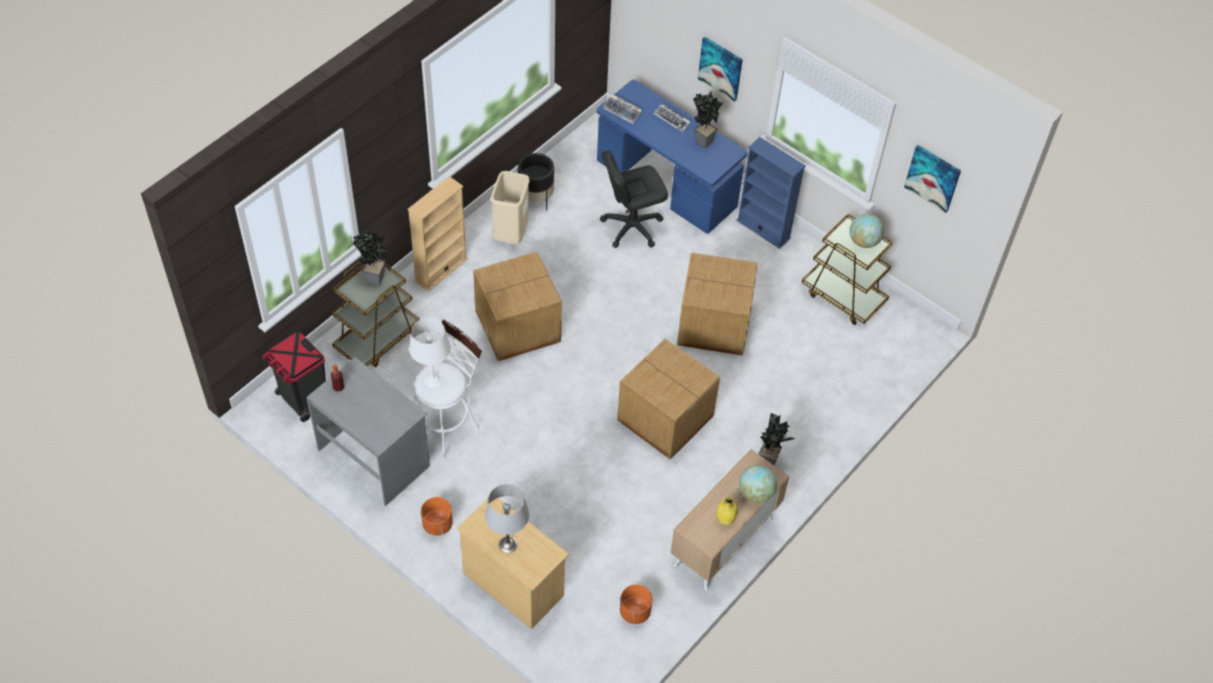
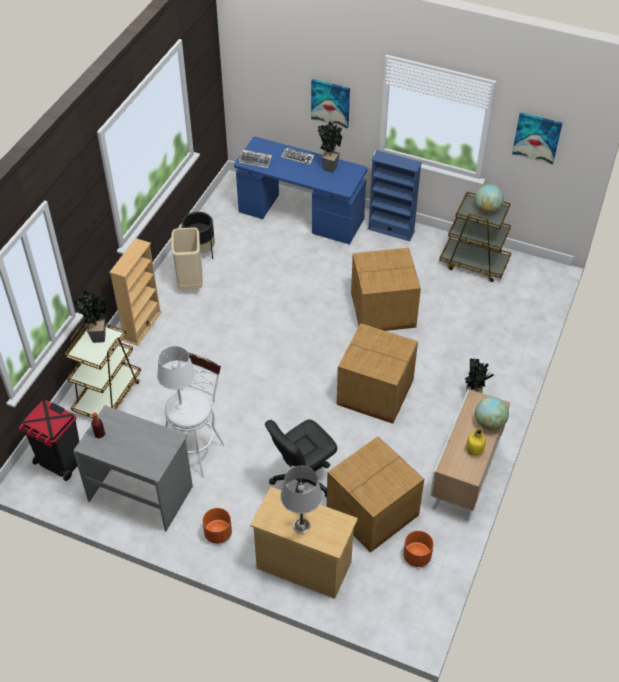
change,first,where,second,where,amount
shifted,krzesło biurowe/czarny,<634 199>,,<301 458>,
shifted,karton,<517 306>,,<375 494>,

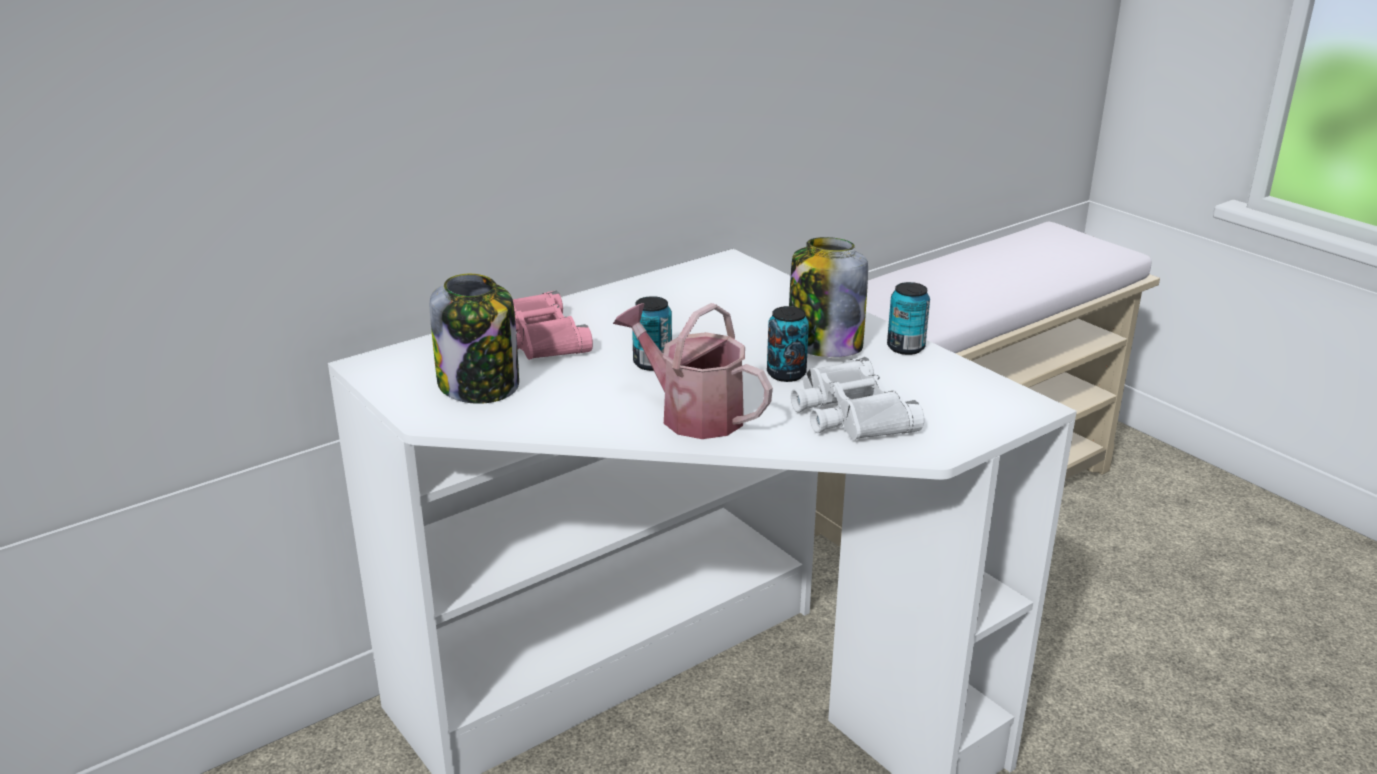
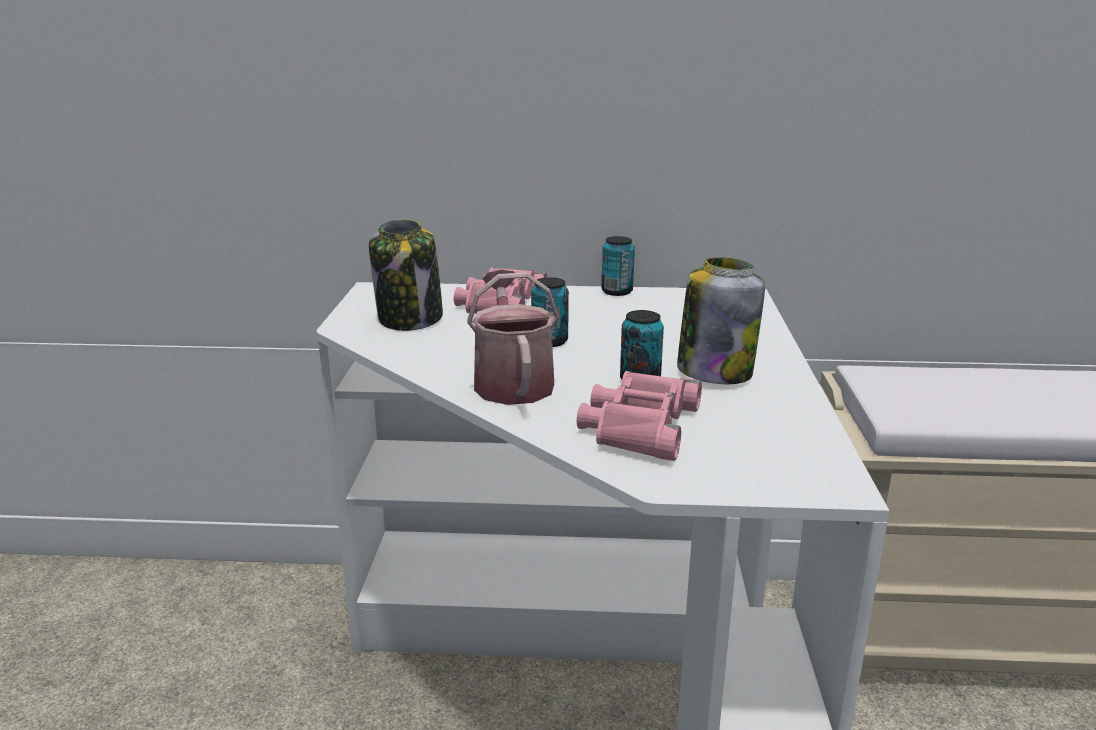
change,first,where,second,where,amount
shifted,puszka,<908 318>,,<618 266>,
repainted,lornetka/biały,<857 398>,lornetka/różowy,<639 416>,

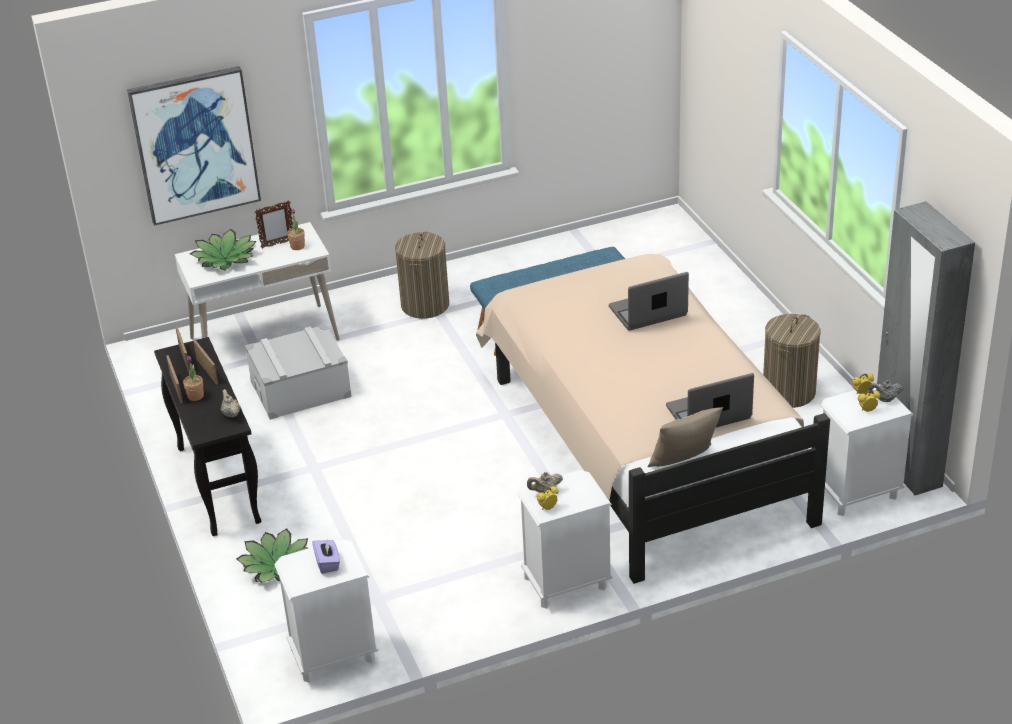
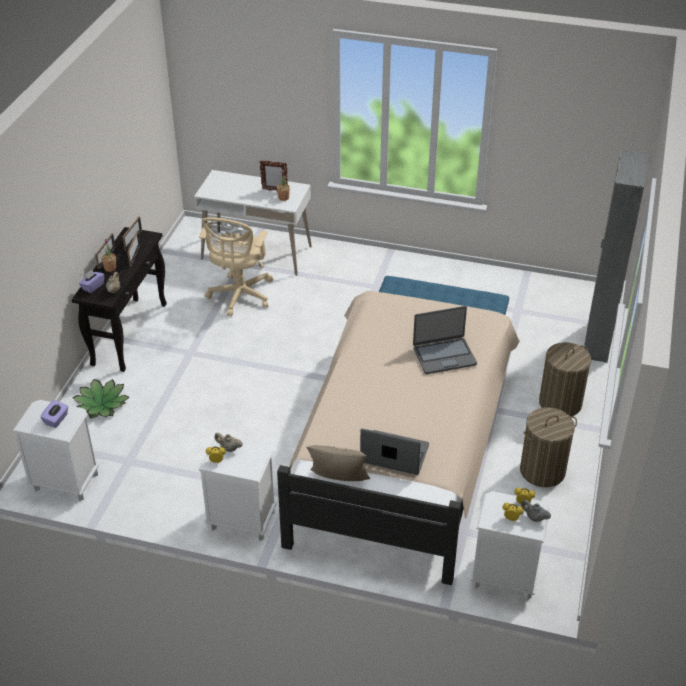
change,first,where,second,where,amount
gone,obraz,<194 146>,,,
shifted,szafa/szary,<926 348>,,<616 256>,
gone,roślina doniczkowa,<223 249>,,,
shifted,kosz na pranie,<422 275>,,<565 379>,
rotated,laptop,<649 301>,,<445 340>,150 degrees clockwise
swapped,pojemnik do przechowywania/szary,<298 372>,krzesło biurowe/beżowy,<236 266>,
new,,,pudełko chusteczek/fioletowy,<91 281>,

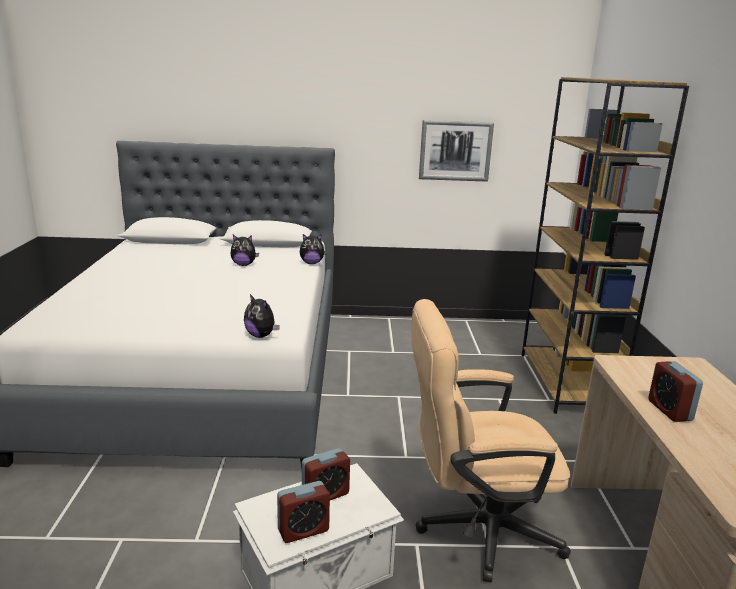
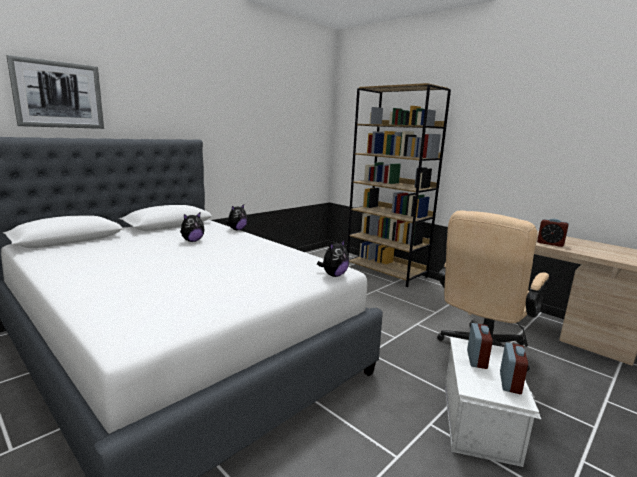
change,first,where,second,where,amount
shifted,obraz,<456 151>,,<55 92>,
rotated,pluszak,<262 316>,,<333 258>,45 degrees counterclockwise

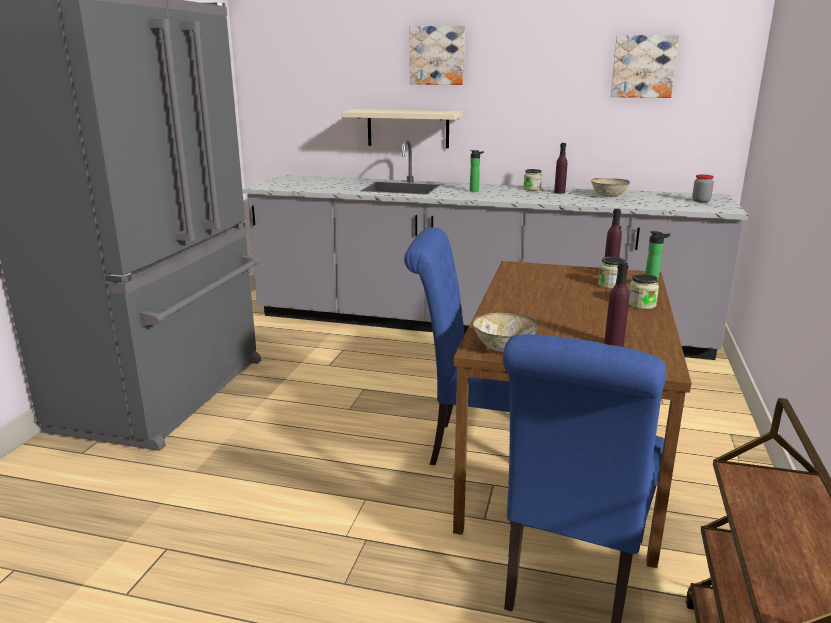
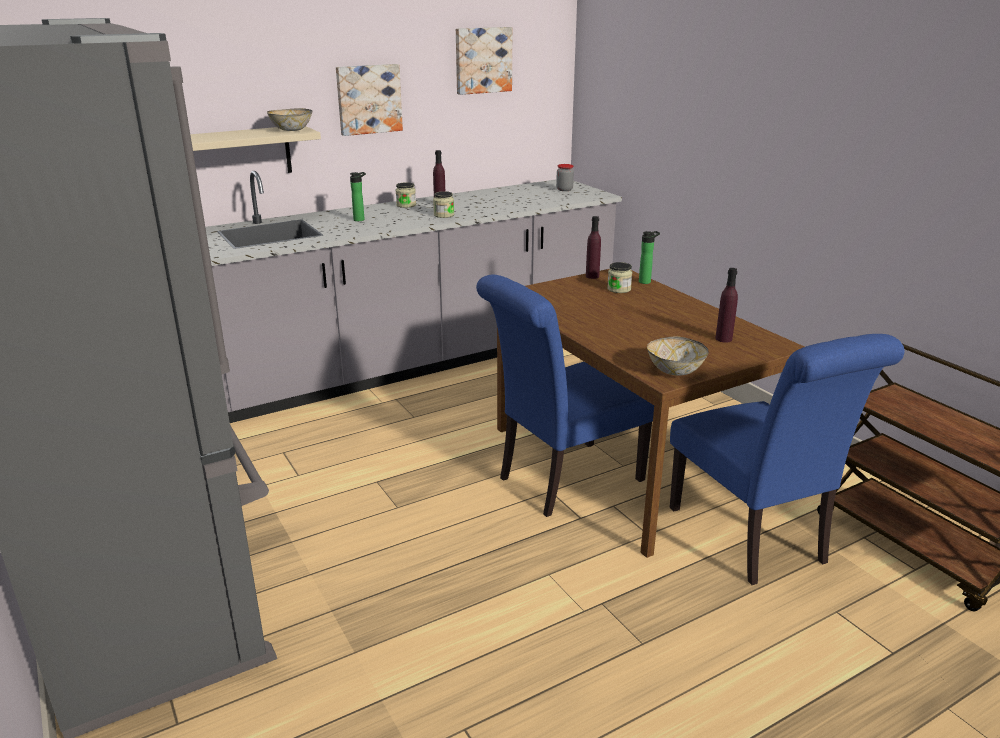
change,first,where,second,where,amount
shifted,obraz,<437 55>,,<369 100>,
shifted,miska,<610 187>,,<289 119>,
shifted,słoik,<644 291>,,<443 204>,

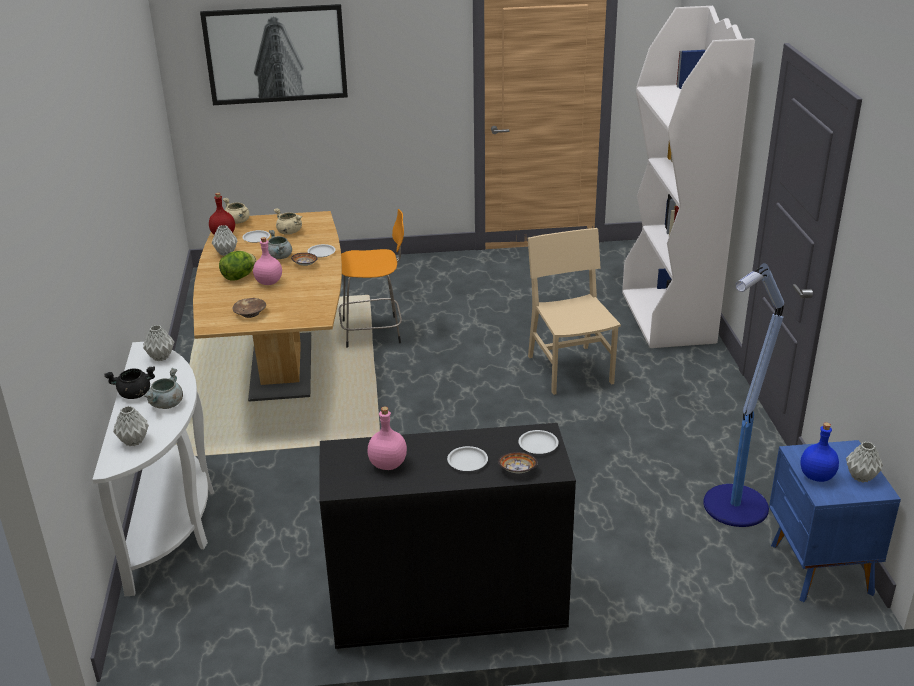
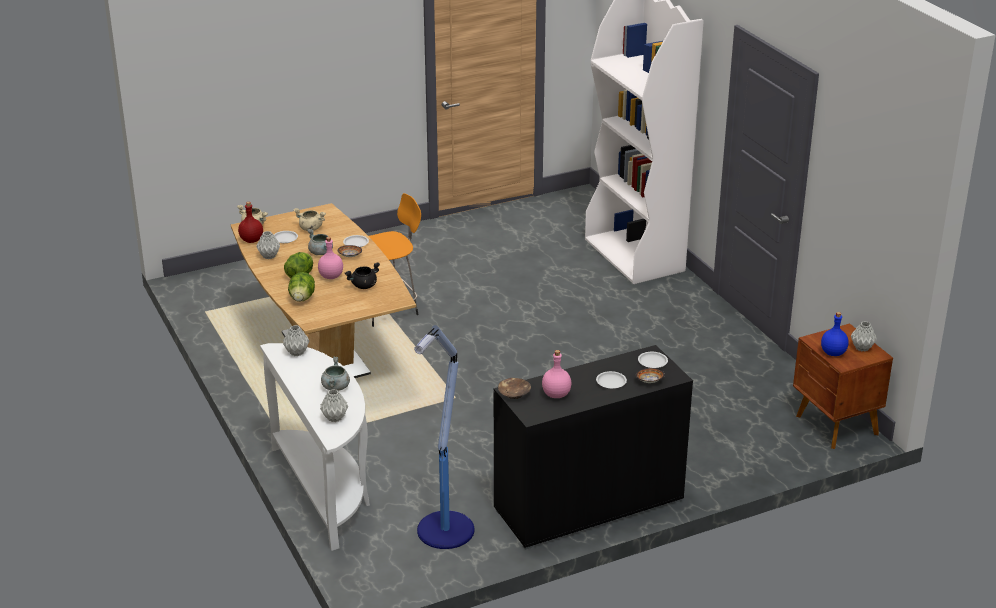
change,first,where,second,where,amount
gone,obraz,<274 54>,,,
gone,krzesło/beżowy,<574 311>,,,
shifted,lampa stojąca,<743 395>,,<444 437>,
shifted,miska/brązowy,<249 308>,,<514 388>,
shifted,garnek/czarny,<129 382>,,<362 275>,
repainted,szafka nocna/niebieski,<835 521>,szafka nocna/brązowy,<843 386>,
new,,,sałata,<301 287>,

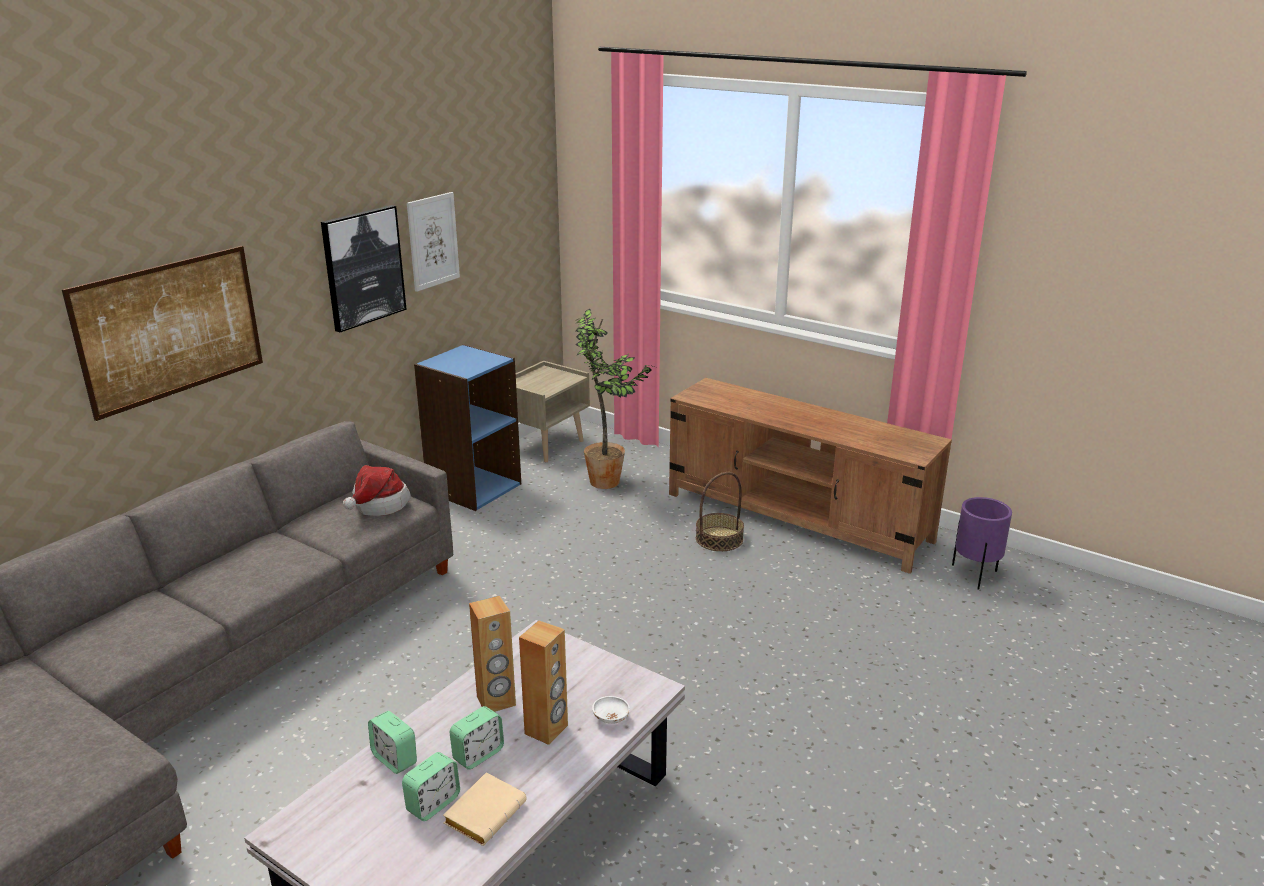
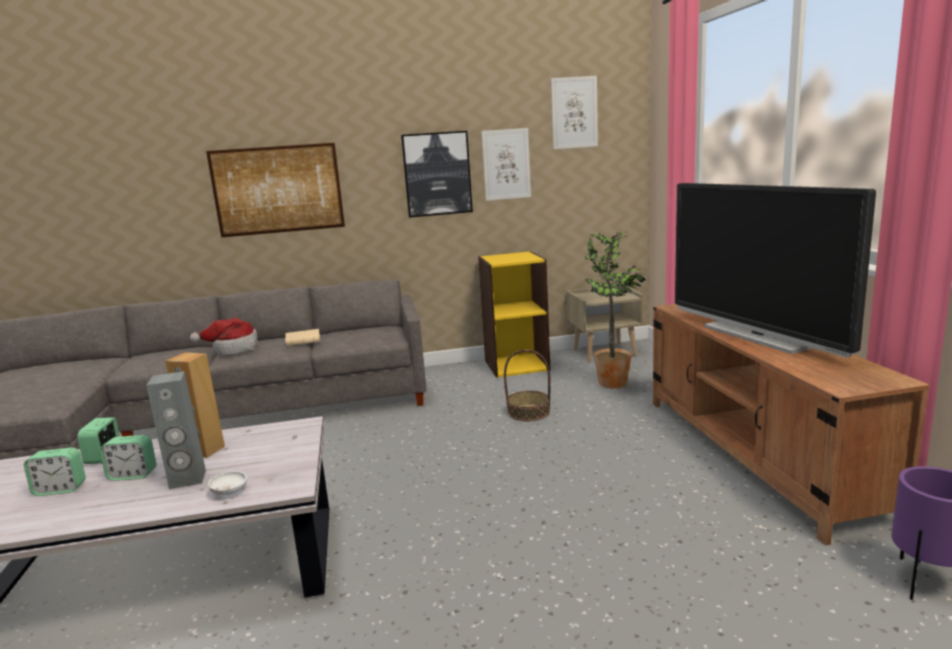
change,first,where,second,where,amount
repainted,regał/niebieski,<467 427>,regał/żółty,<514 314>,
shifted,kapelusz,<377 490>,,<223 336>,
shifted,koszyk,<720 511>,,<527 385>,
repainted,głośnik/brązowy,<543 682>,głośnik/szary,<176 430>,
shifted,książka/beżowy,<485 809>,,<302 337>,
new,,,obraz,<574 113>,
new,,,telewizor,<775 270>,

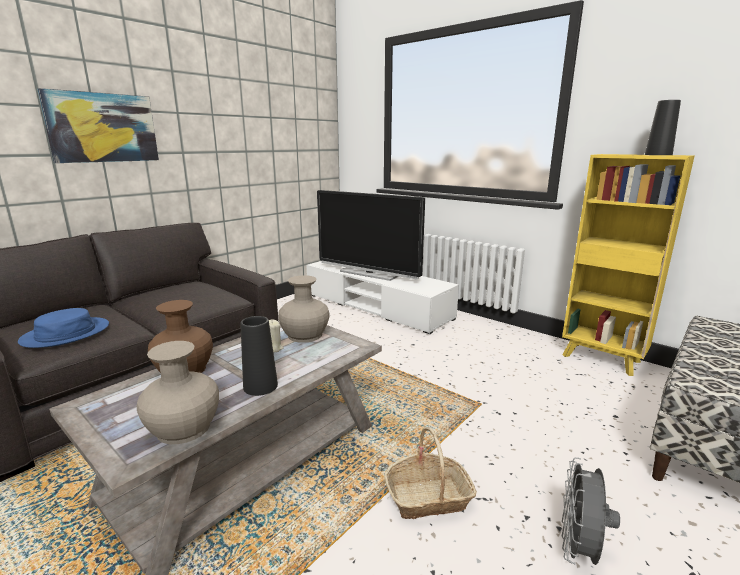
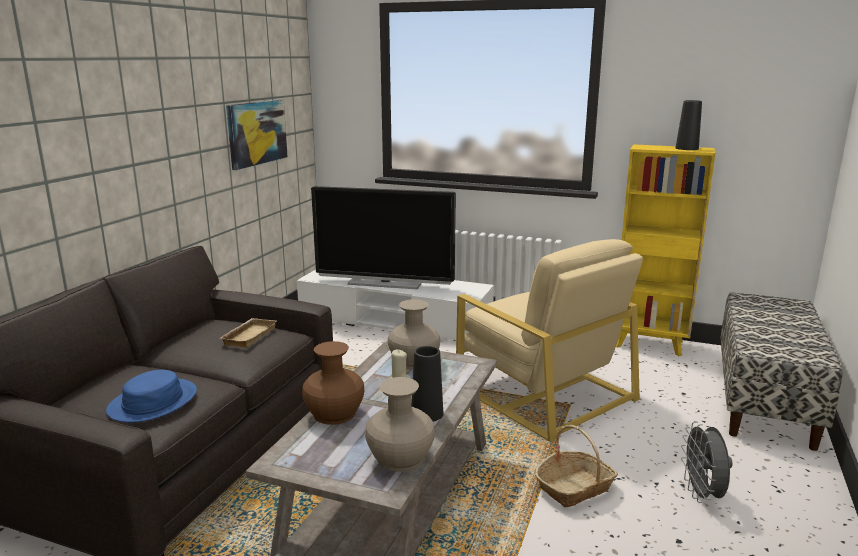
change,first,where,second,where,amount
shifted,obraz,<98 125>,,<257 135>,
new,,,fotel/beżowy,<549 340>,
new,,,taca/beżowy,<248 333>,

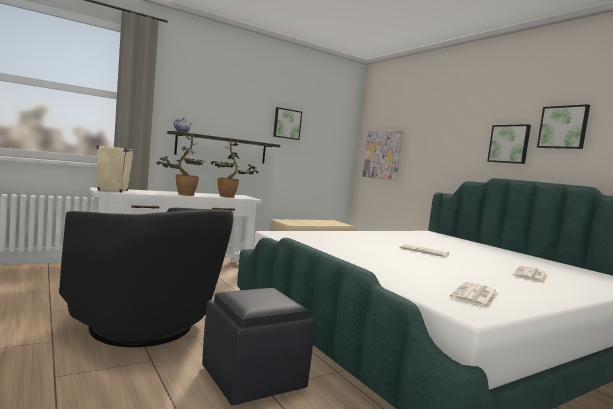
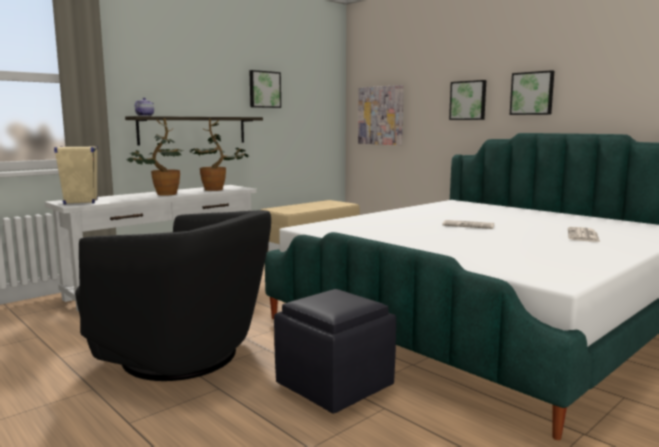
change,first,where,second,where,amount
shifted,obraz,<563 126>,,<467 100>,
gone,gazeta,<474 295>,,,

